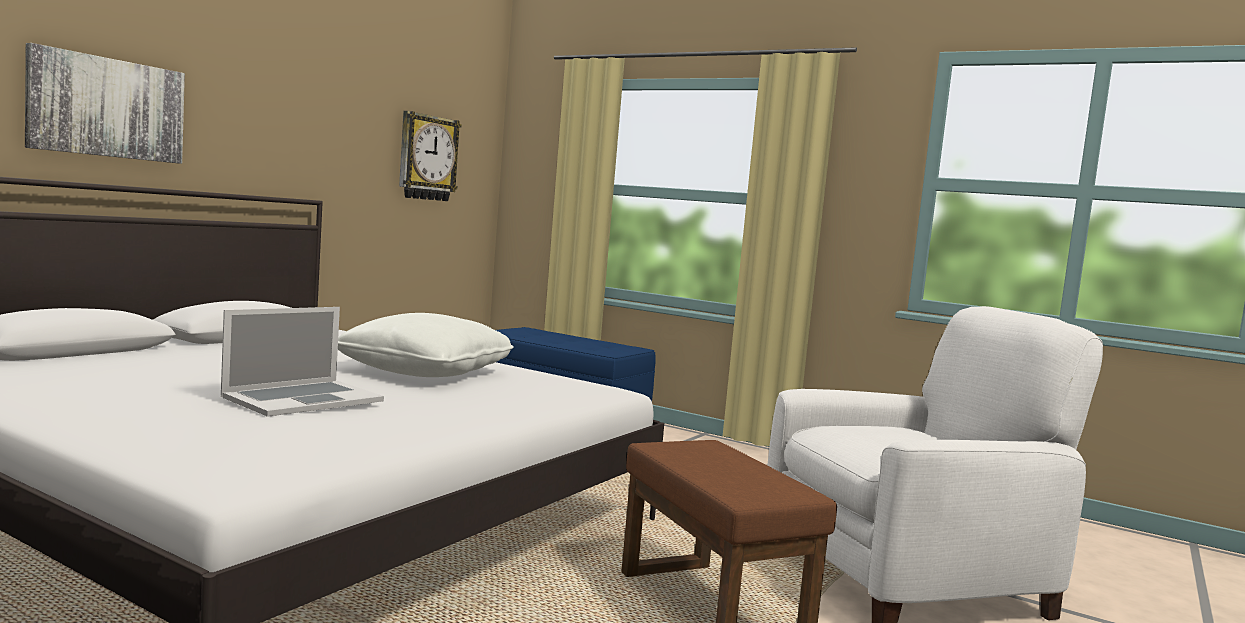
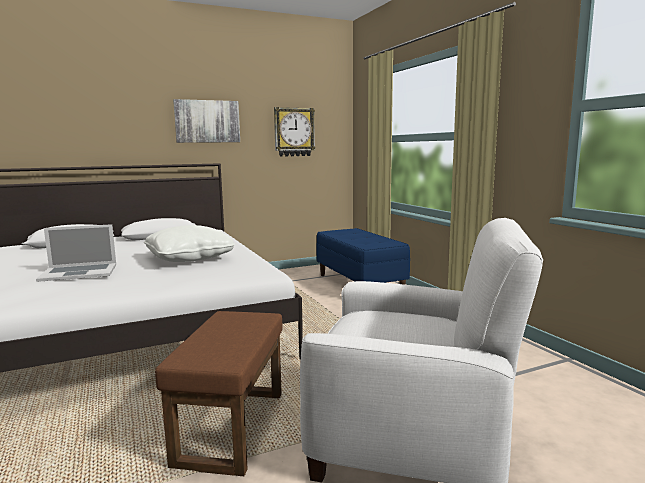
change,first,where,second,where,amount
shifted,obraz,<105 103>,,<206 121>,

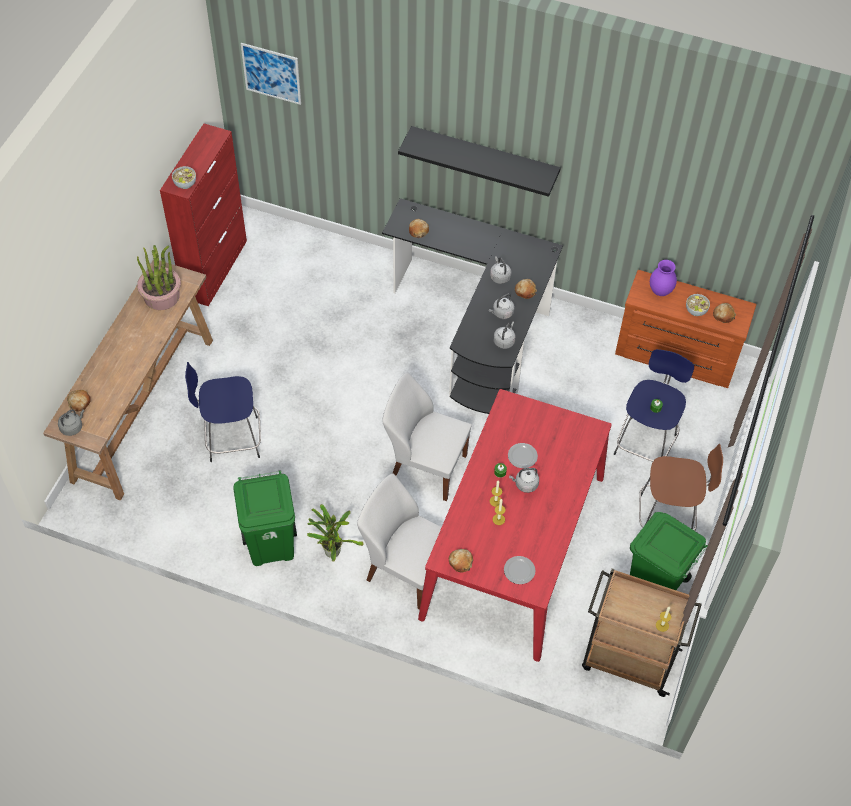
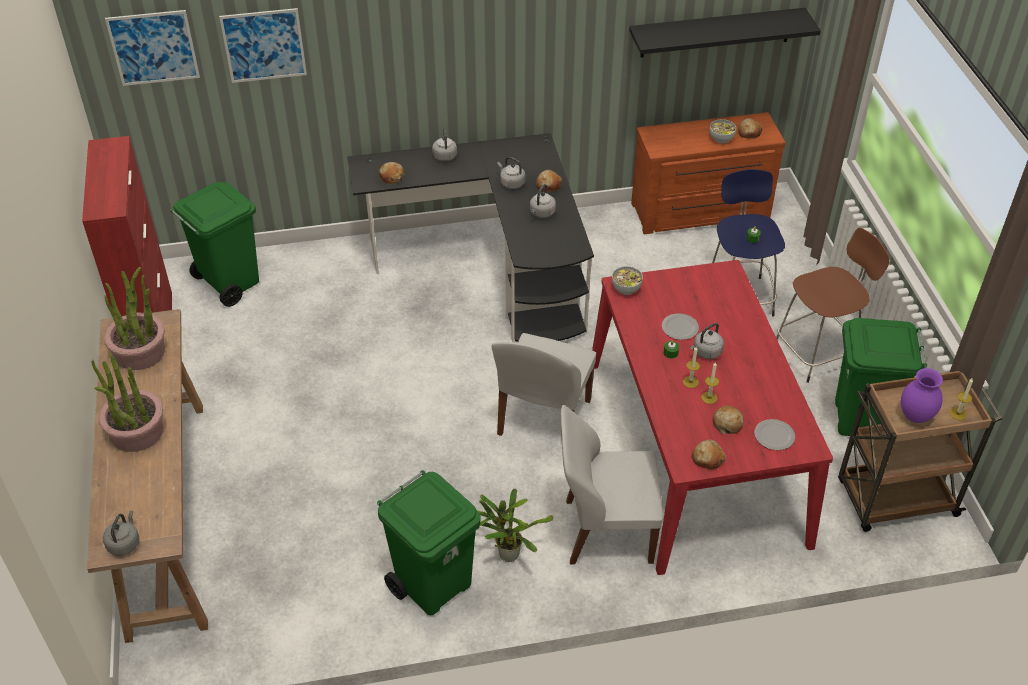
change,first,where,second,where,amount
shifted,półka/czarny,<479 161>,,<725 33>,
shifted,miska,<184 177>,,<627 280>,
shifted,wazon/fioletowy,<663 278>,,<922 395>,
shifted,czajnik/szary,<504 335>,,<444 145>,
gone,stołek/niebieski,<223 412>,,,
rotated,krzesło/biały,<427 436>,,<543 384>,60 degrees counterclockwise
shifted,chleb,<79 400>,,<728 419>,
new,,,obraz,<263 45>,
new,,,kosz na śmieci/zielony,<214 244>,
new,,,roślina doniczkowa,<127 402>,

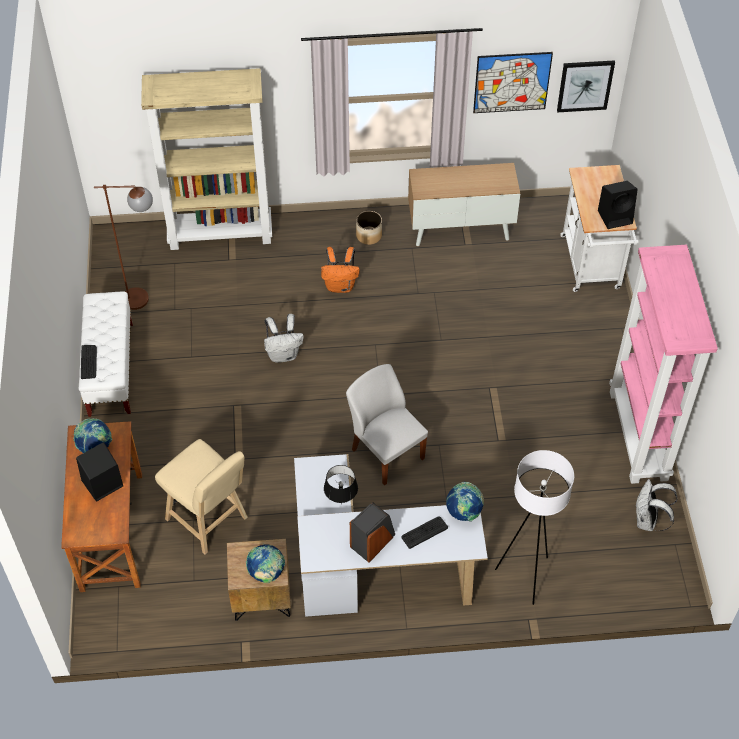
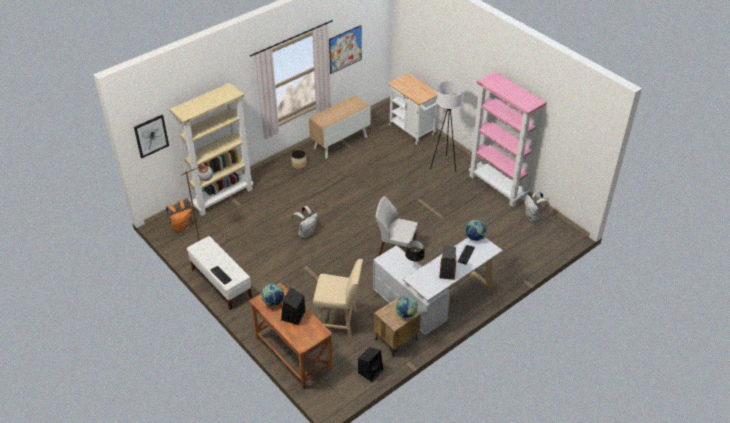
change,first,where,second,where,amount
shifted,obraz,<586 86>,,<151 136>,
shifted,głośnik/czarny,<618 205>,,<370 364>,
shifted,plecak/pomarańczowy,<340 270>,,<179 216>,
shifted,lampa stojąca/biały,<534 527>,,<447 126>,

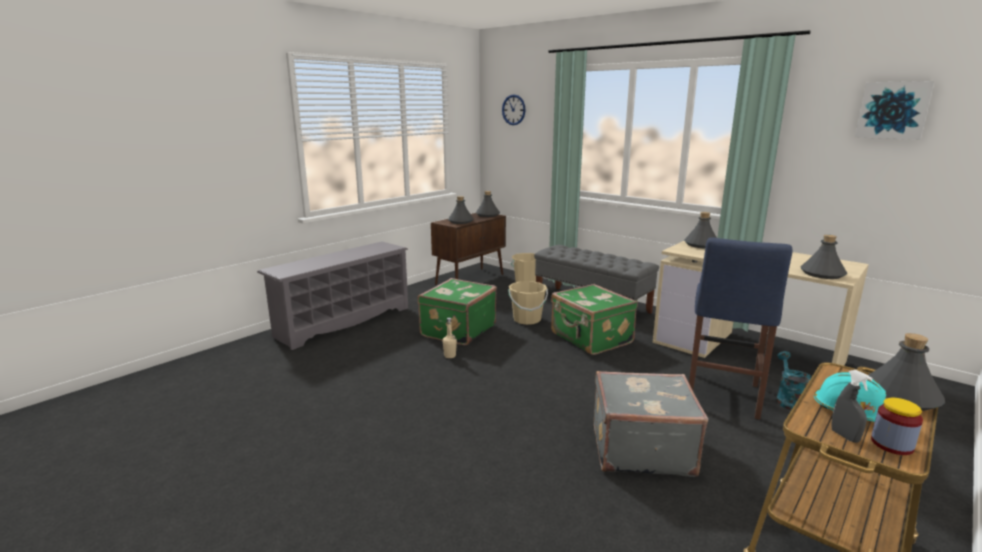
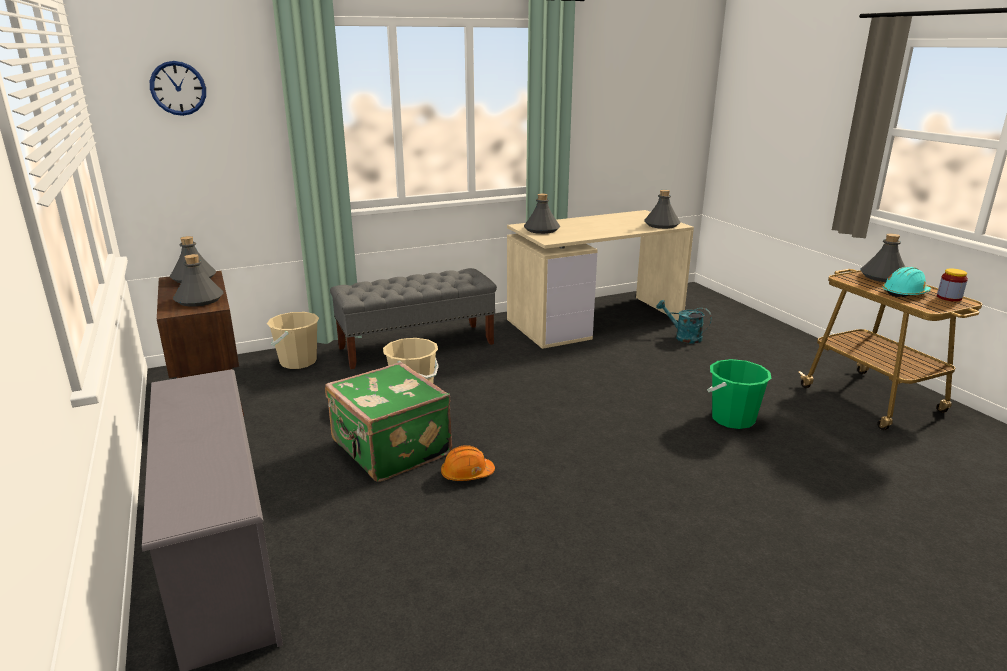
change,first,where,second,where,amount
gone,obraz,<895 110>,,,
gone,stołek/niebieski,<741 328>,,,
gone,walizka/zielony,<594 319>,,,
swapped,butelka/beżowy,<450 338>,kask/pomarańczowy,<468 463>,
gone,spryskiwacz/szary,<852 406>,,,
swapped,walizka/szary,<651 424>,wiadro/zielony,<739 394>,

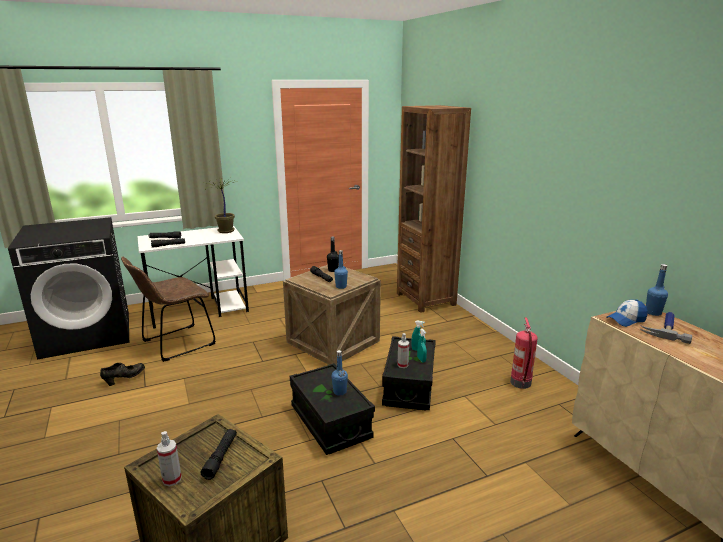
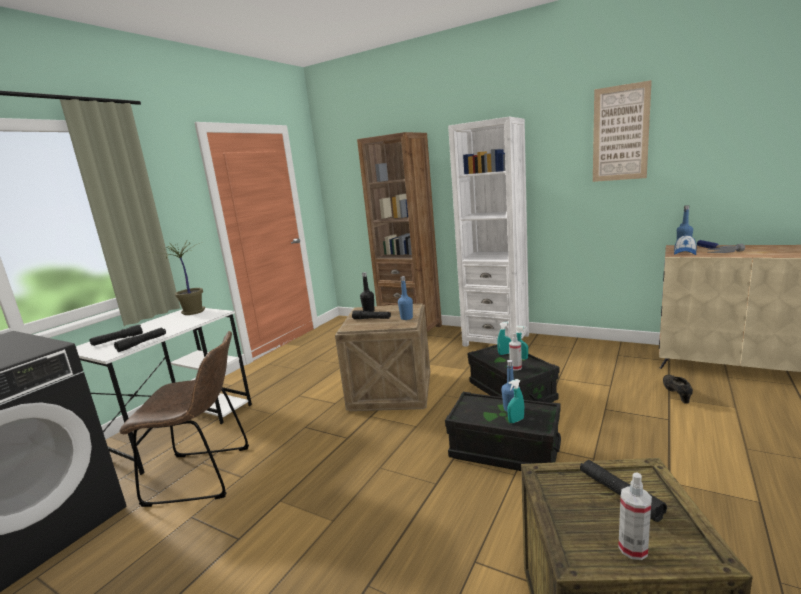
change,first,where,second,where,amount
rotated,krzesło/brązowy,<168 309>,,<184 419>,105 degrees counterclockwise
gone,gaśnica,<524 353>,,,
shifted,but/czarny,<122 374>,,<678 389>,
new,,,obraz,<622 131>,
new,,,regał/biały,<488 232>,
new,,,spryskiwacz/turkusowy,<516 401>,

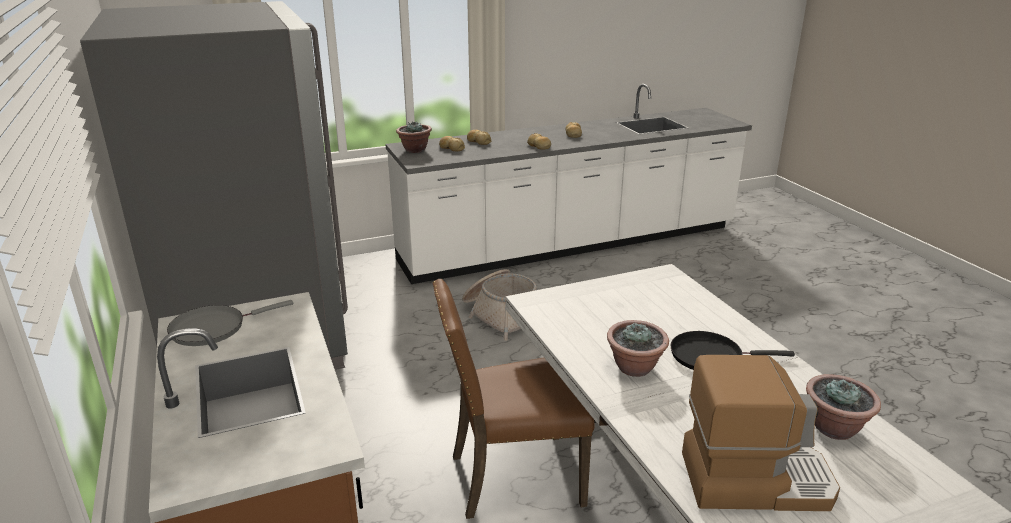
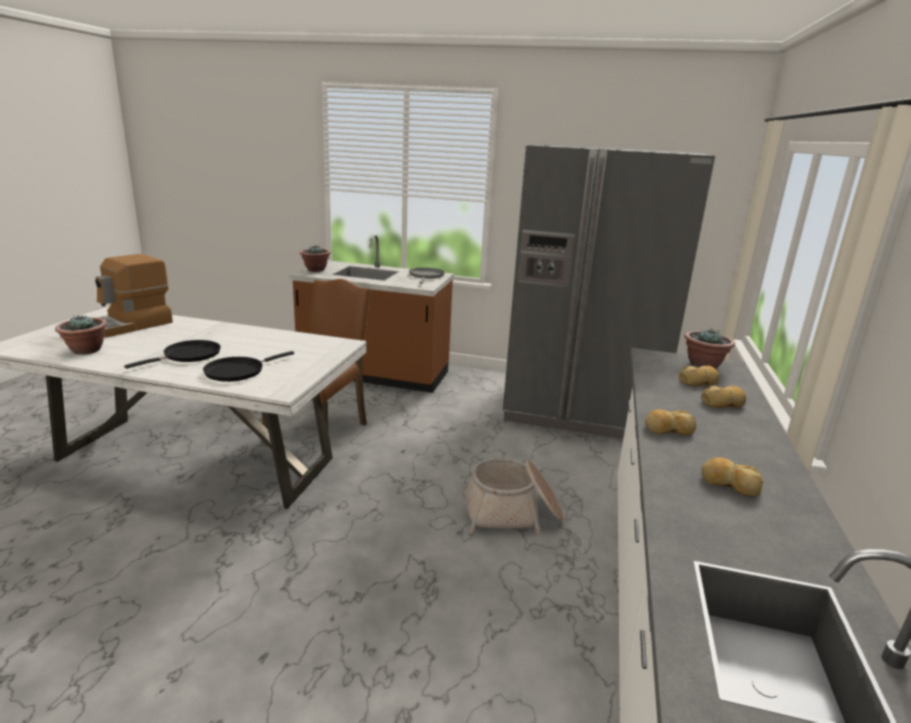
change,first,where,second,where,amount
shifted,roślina doniczkowa,<638 348>,,<315 259>,
new,,,patelnia/czarny,<248 366>,

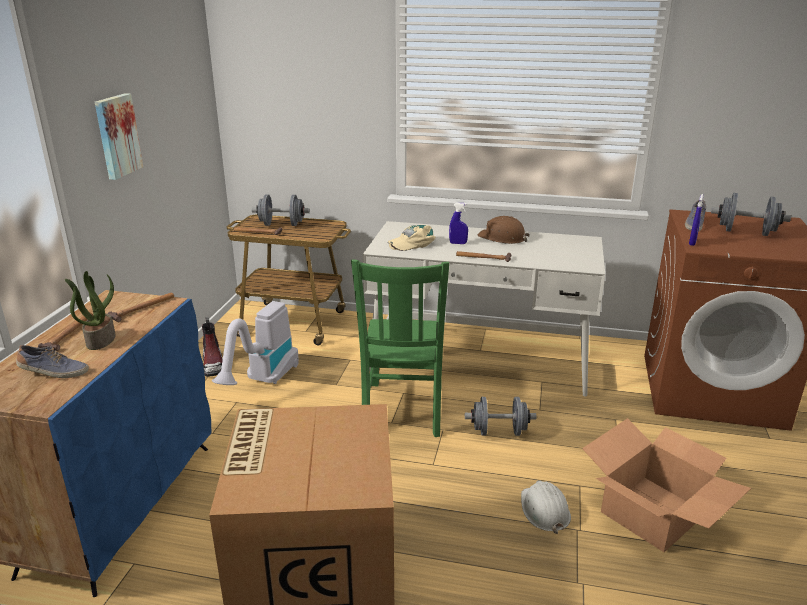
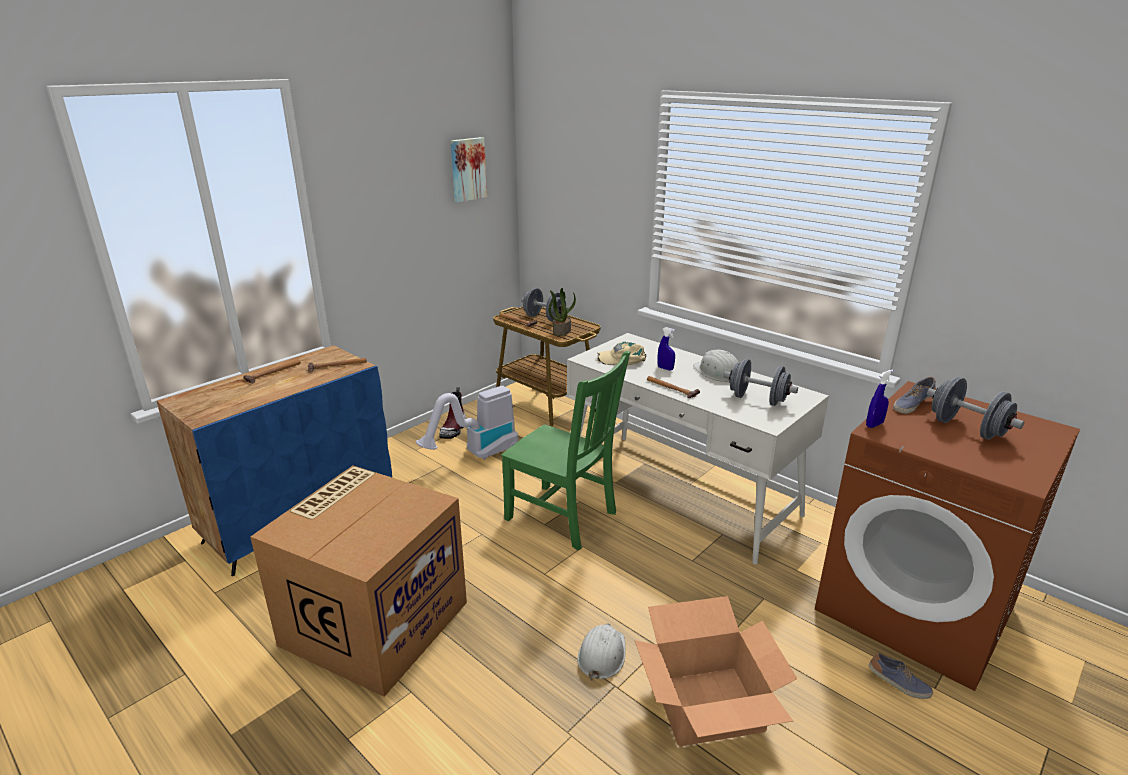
change,first,where,second,where,amount
shifted,obraz,<119 136>,,<469 169>,
repainted,kask/brązowy,<504 230>,kask/biały,<716 366>,
rotated,krzesło/zielony,<400 348>,,<566 450>,90 degrees counterclockwise
shifted,roślina doniczkowa,<90 310>,,<562 312>,
shifted,but,<52 361>,,<901 676>,
shifted,hantel/szary,<501 416>,,<761 382>,

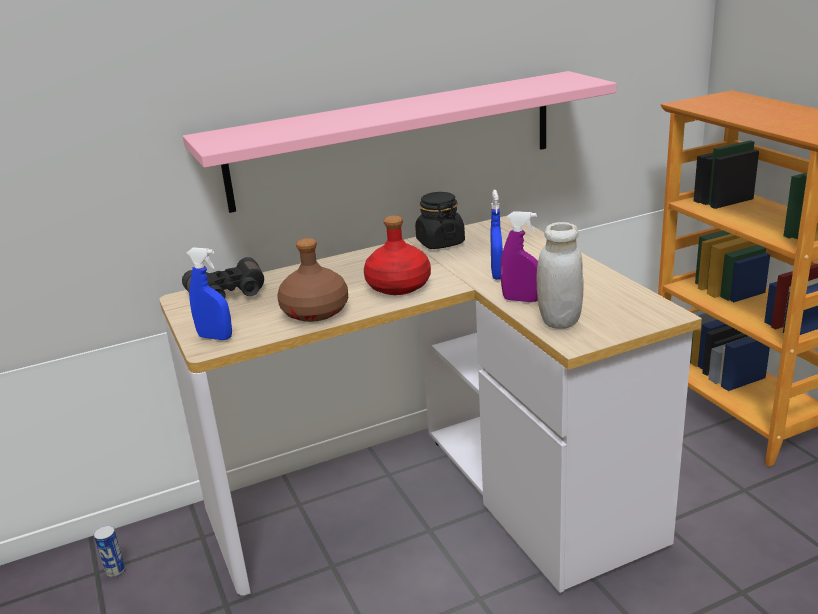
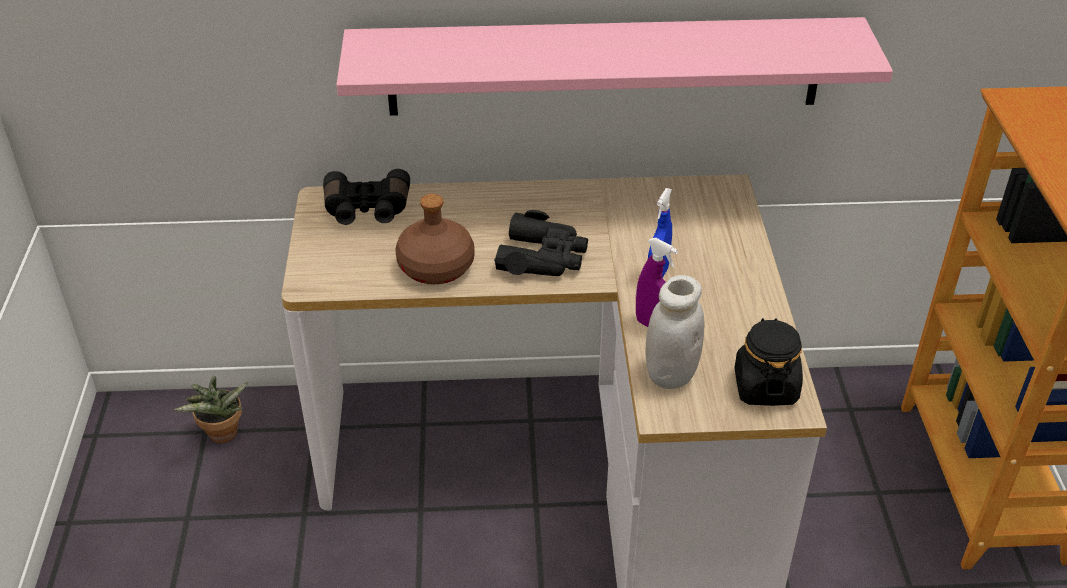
change,first,where,second,where,amount
shifted,słoik/czarny,<440 220>,,<769 362>,
swapped,butelka/czerwony,<397 255>,lornetka/czarny,<541 243>,
gone,spryskiwacz/niebieski,<209 294>,,,
swapped,puszka,<109 551>,roślina doniczkowa,<211 409>,

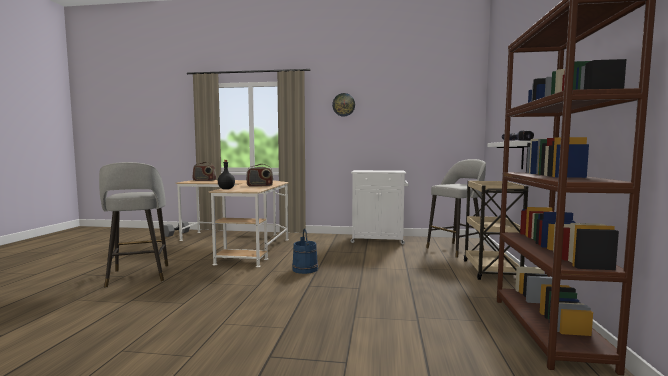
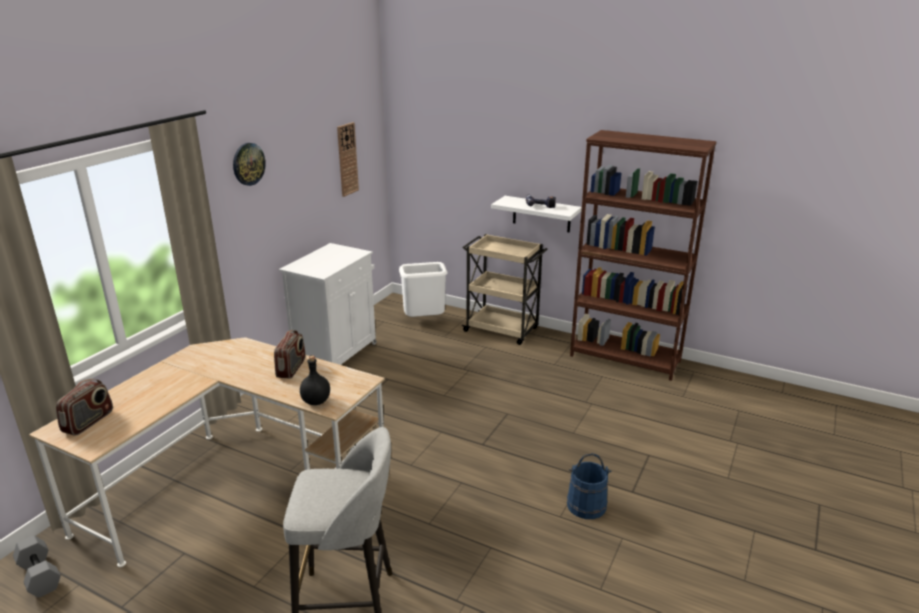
change,first,where,second,where,amount
swapped,stołek/szary,<456 208>,kosz na śmieci/biały,<423 289>,
shifted,wiadro/niebieski,<305 251>,,<589 486>,
new,,,zegar ścienny,<348 159>,

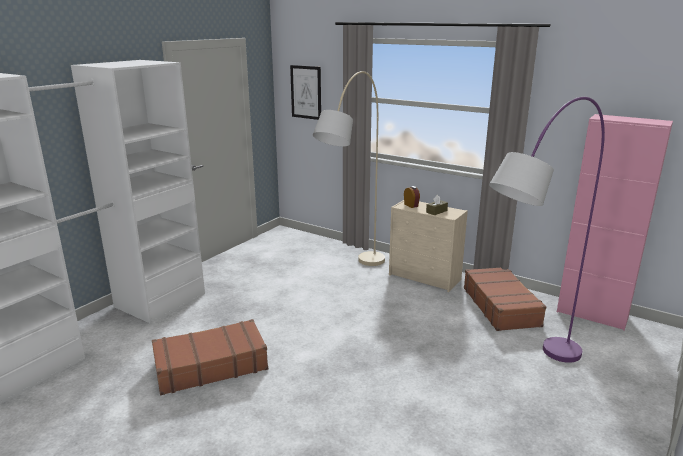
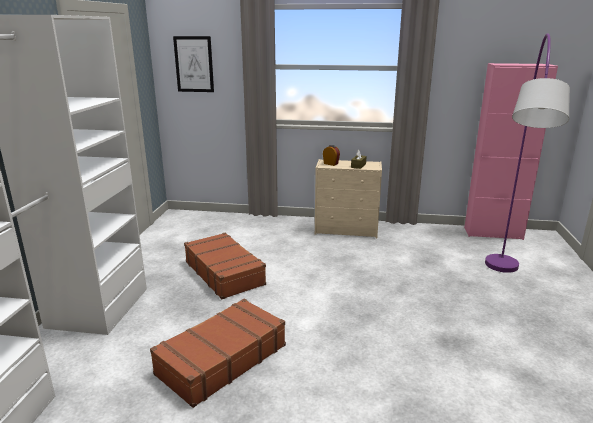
change,first,where,second,where,amount
gone,lampa stojąca/beżowy,<349 168>,,,
shifted,walizka/brązowy,<505 299>,,<225 266>,

